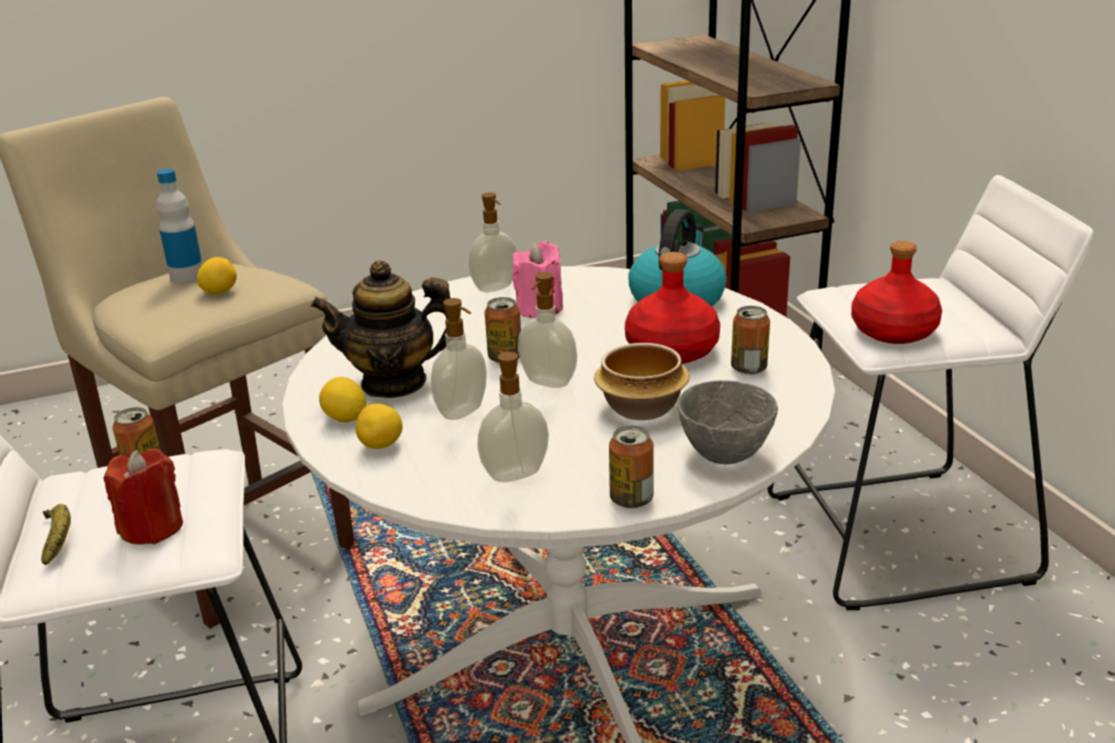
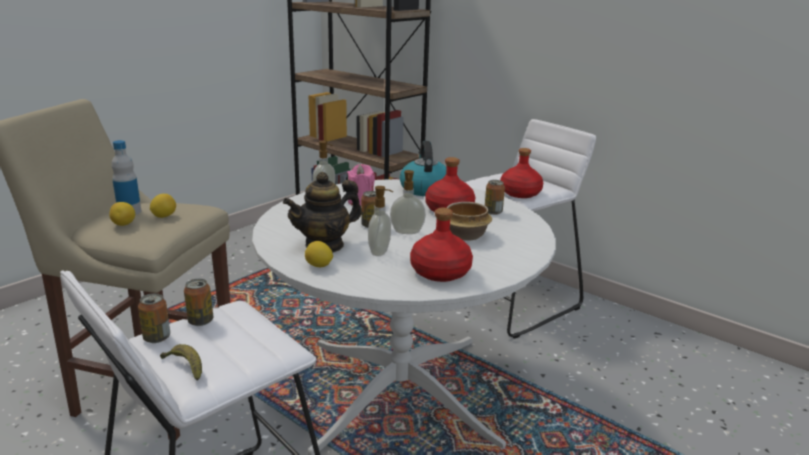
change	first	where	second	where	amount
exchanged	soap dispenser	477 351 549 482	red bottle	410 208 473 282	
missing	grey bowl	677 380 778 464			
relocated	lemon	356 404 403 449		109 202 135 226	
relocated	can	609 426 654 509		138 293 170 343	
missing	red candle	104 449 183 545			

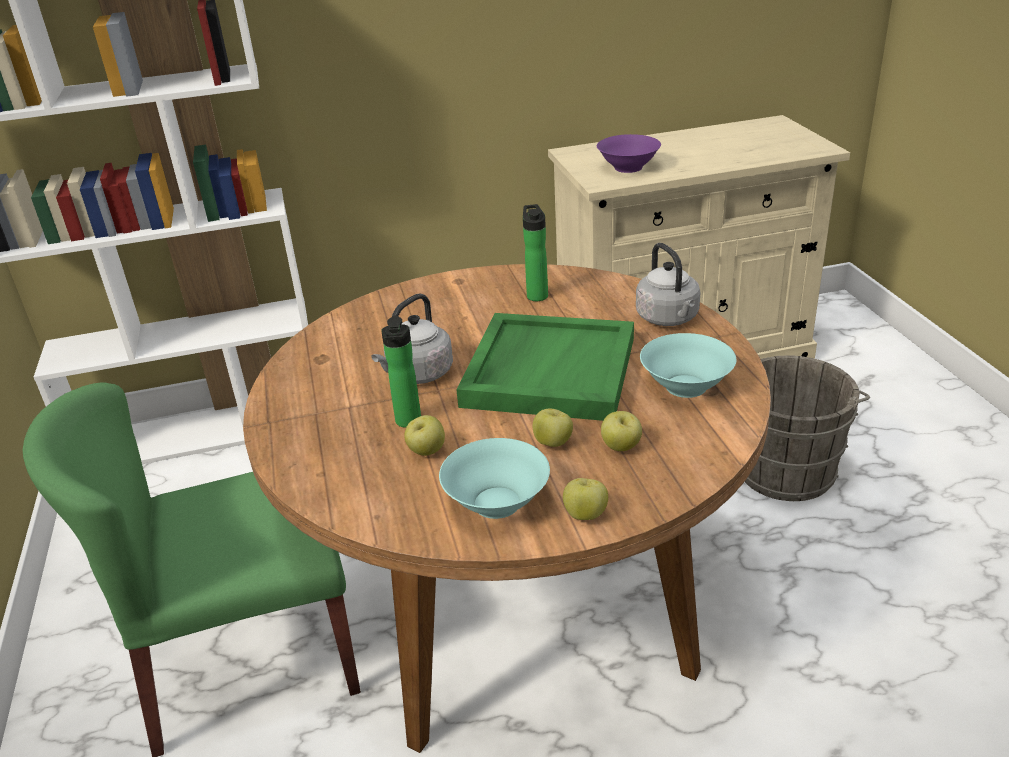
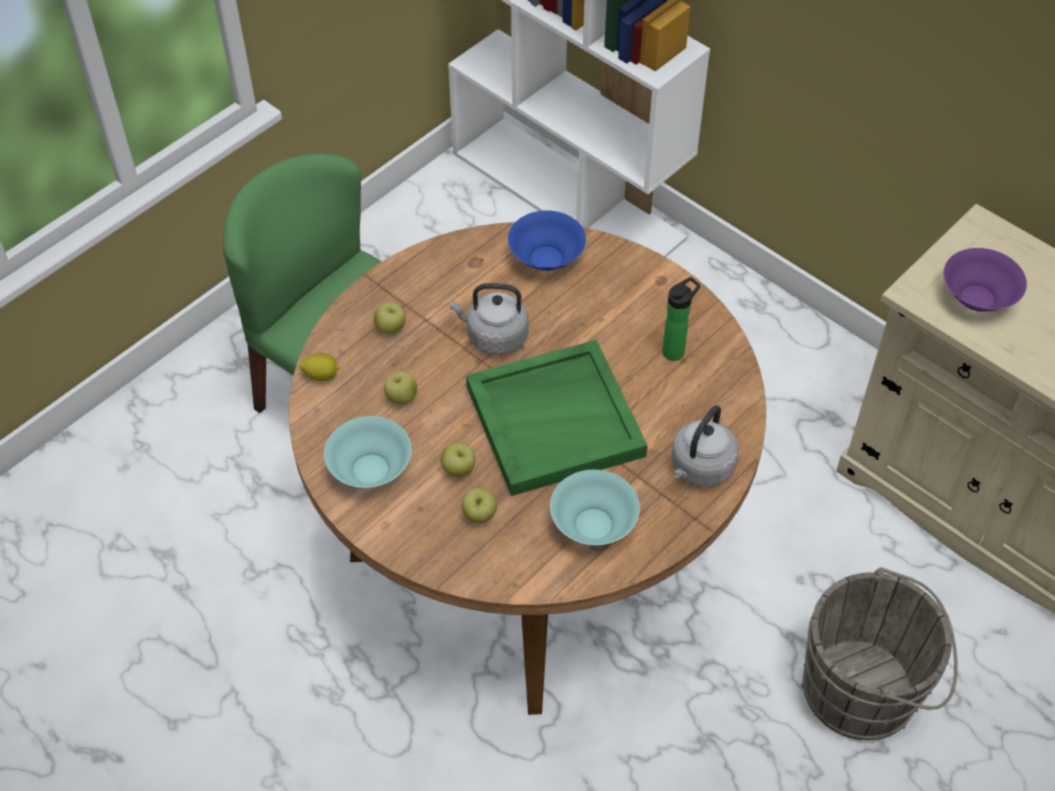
change	first	where	second	where	amount
missing	bottle	381 315 421 428			
relocated	apple	563 478 608 520		374 302 406 334	
appeared			blue bowl	508 211 586 271	
appeared			lemon	299 353 339 381	

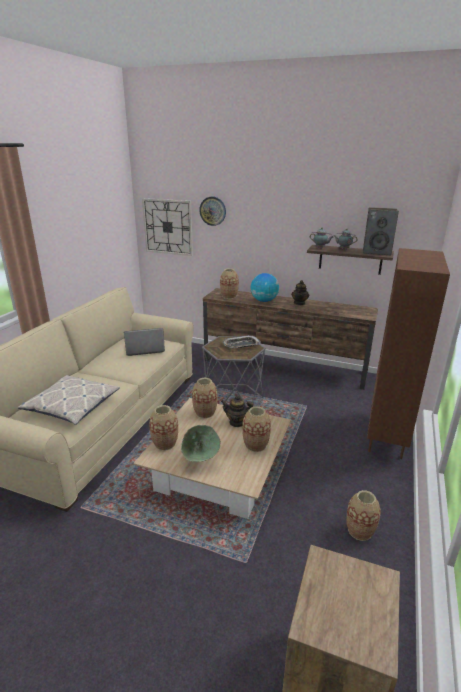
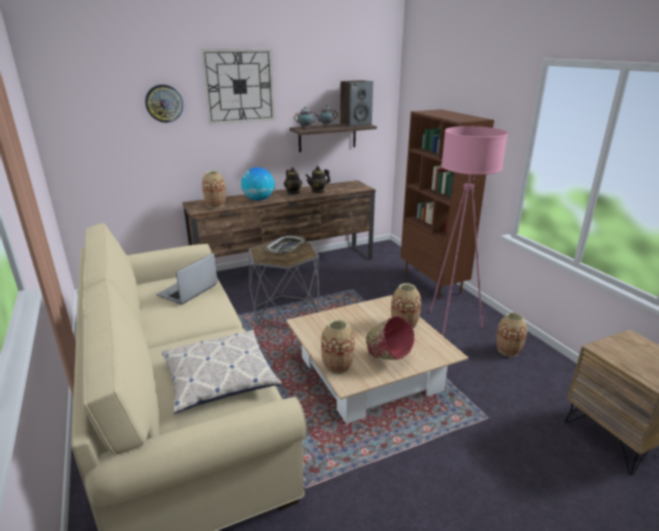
change	first	where	second	where	amount
relocated	wall clock	142 198 193 256		201 49 275 125	
missing	vase	192 378 218 418			
relocated	teapot	221 395 253 427		305 166 330 193	
colour	green bowl	181 425 221 462	red bowl	366 316 414 360	
appeared			pink floor lamp	430 126 508 337	

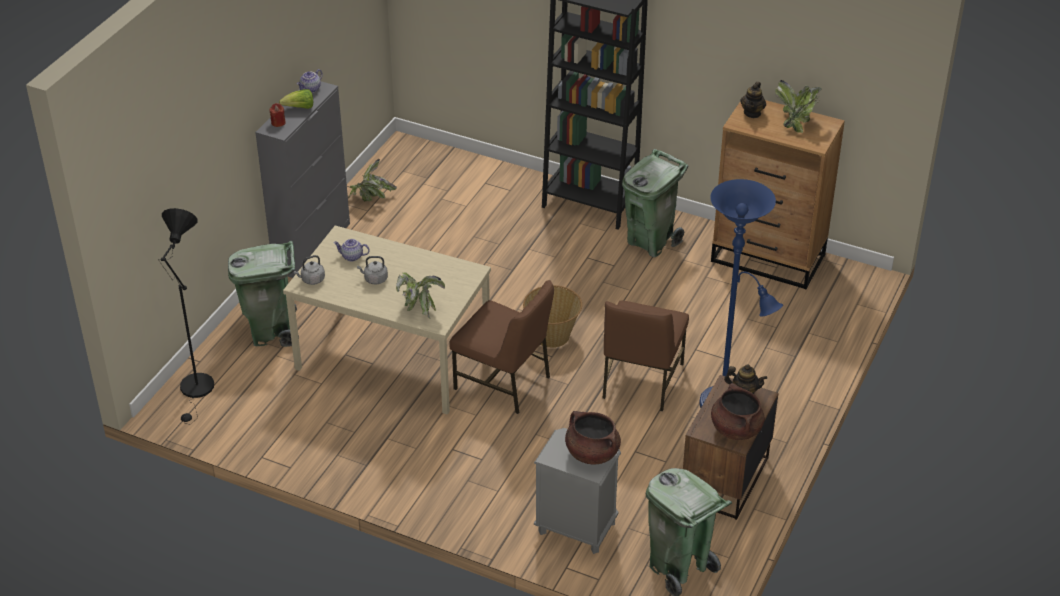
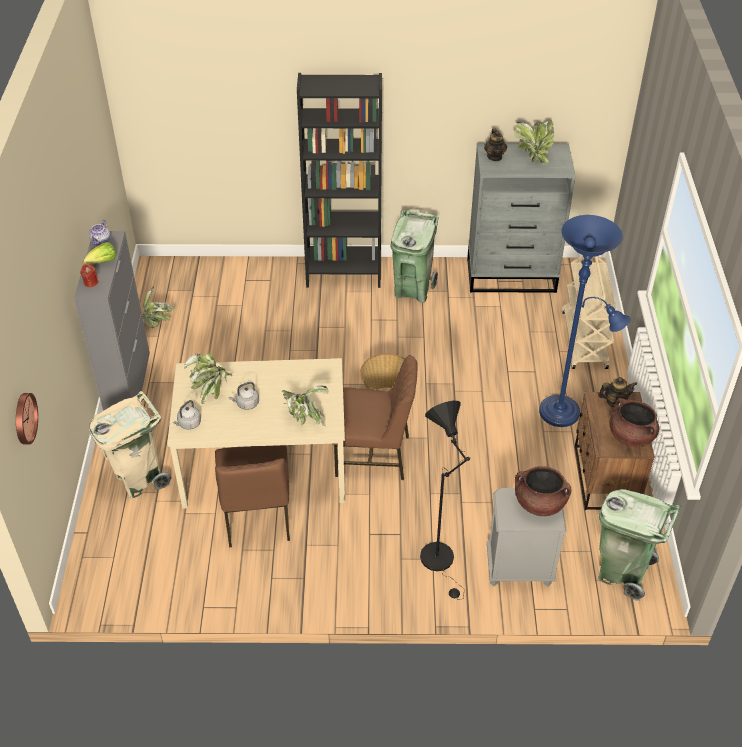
change	first	where	second	where	amount
colour	brown dresser	711 100 845 290	grey dresser	467 143 575 293	
relocated	black floor lamp	158 208 214 424		420 401 471 600	
exchanged	teapot	333 239 370 261	potted plant	184 353 232 404	
colour	green trash can	228 241 299 347	beige trash can	89 391 171 499	
relocated	brown chair	603 300 689 411		215 445 290 547	
appeared			beige cart	562 255 617 369	
appeared			wall clock	16 393 38 444	

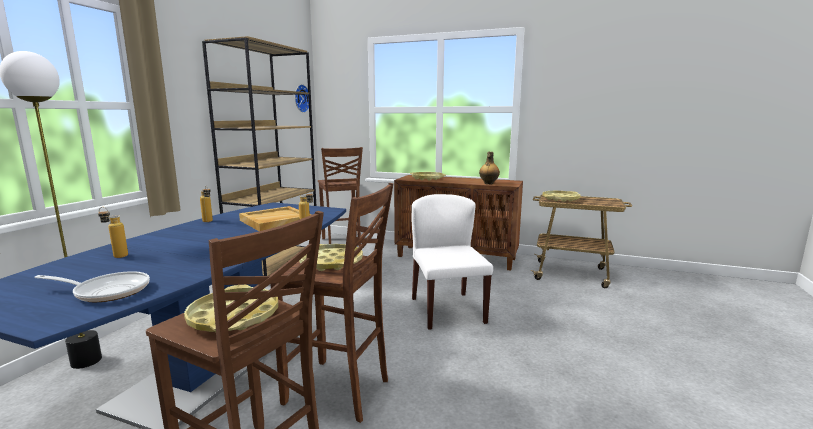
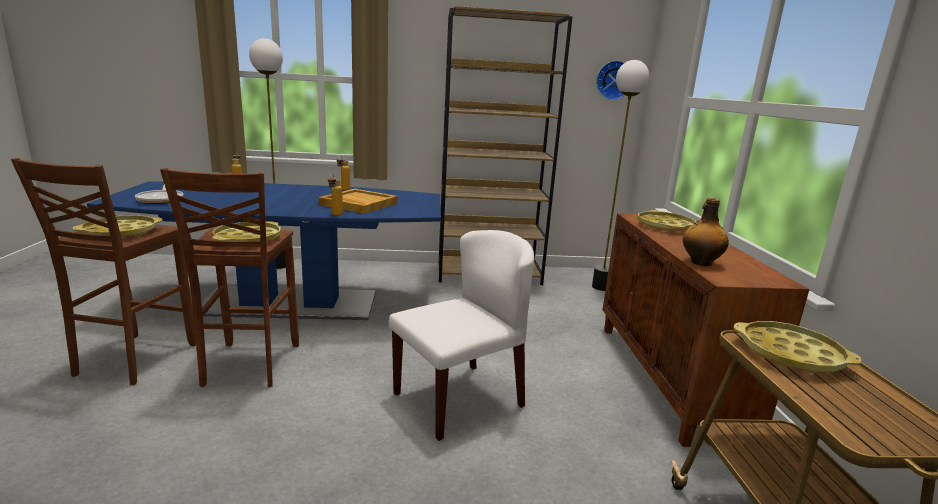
change	first	where	second	where	amount
exchanged	brown stool	318 147 363 246	floor lamp	592 60 649 291	

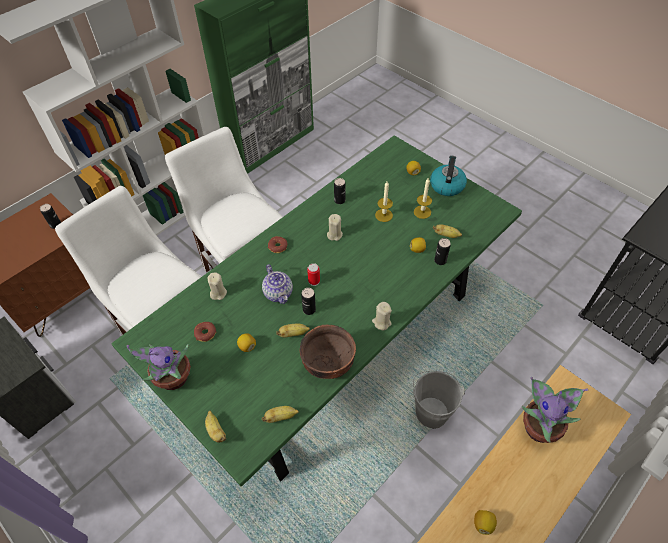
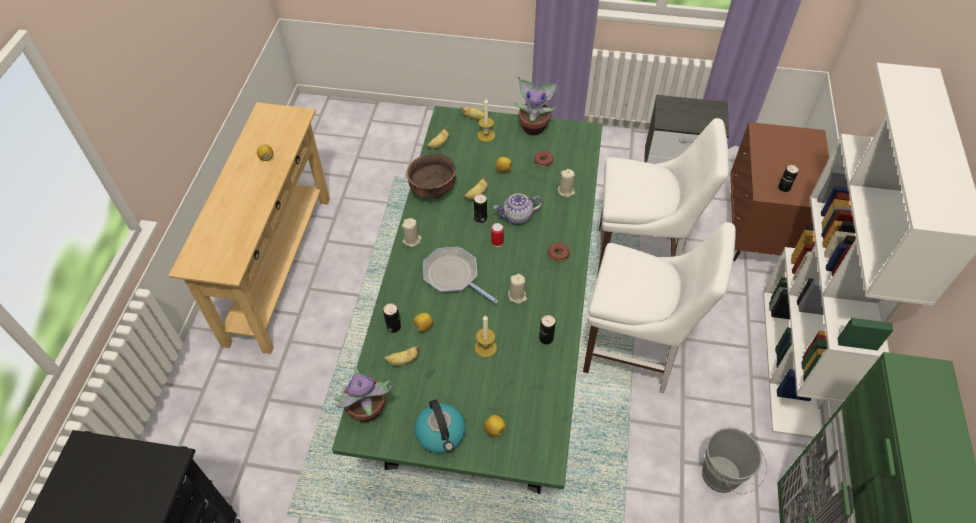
change	first	where	second	where	amount
relocated	candle	414 177 432 219		477 99 495 142	
spun	teapot	262 264 293 304		494 193 543 224	45 degrees counterclockwise
relocated	grey bucket	412 371 465 429		702 428 767 494	
relocated	potted plant	522 377 589 443		334 366 392 422	
appeared			frying pan	423 247 498 304	

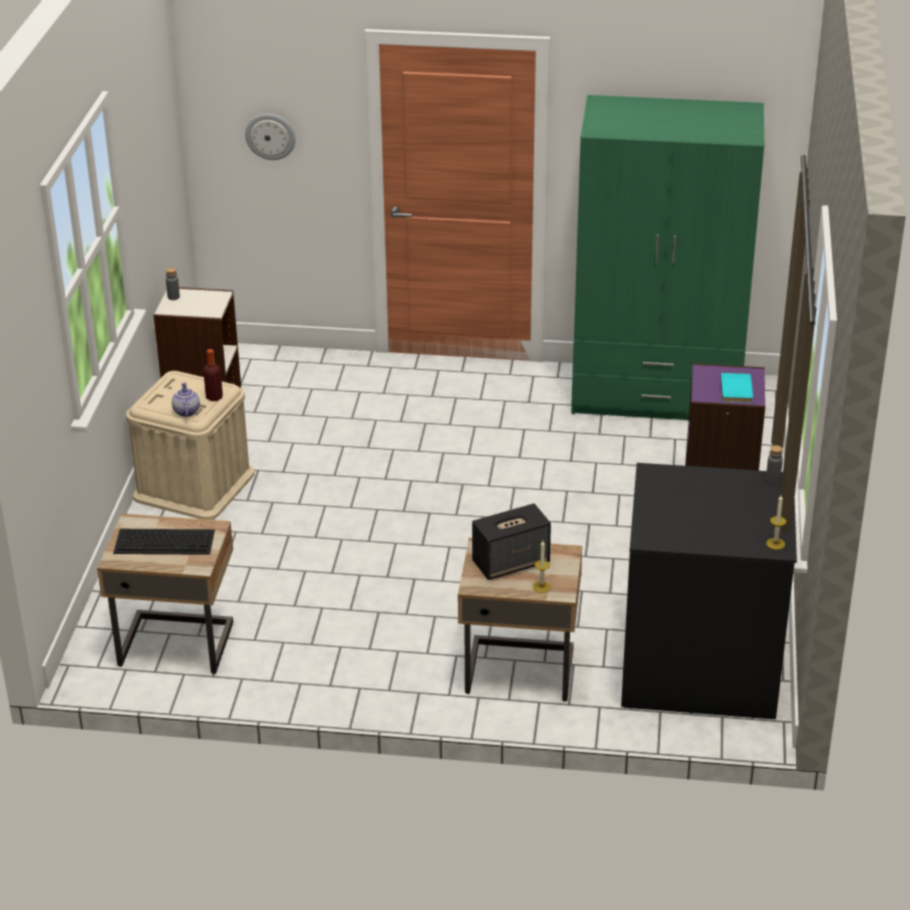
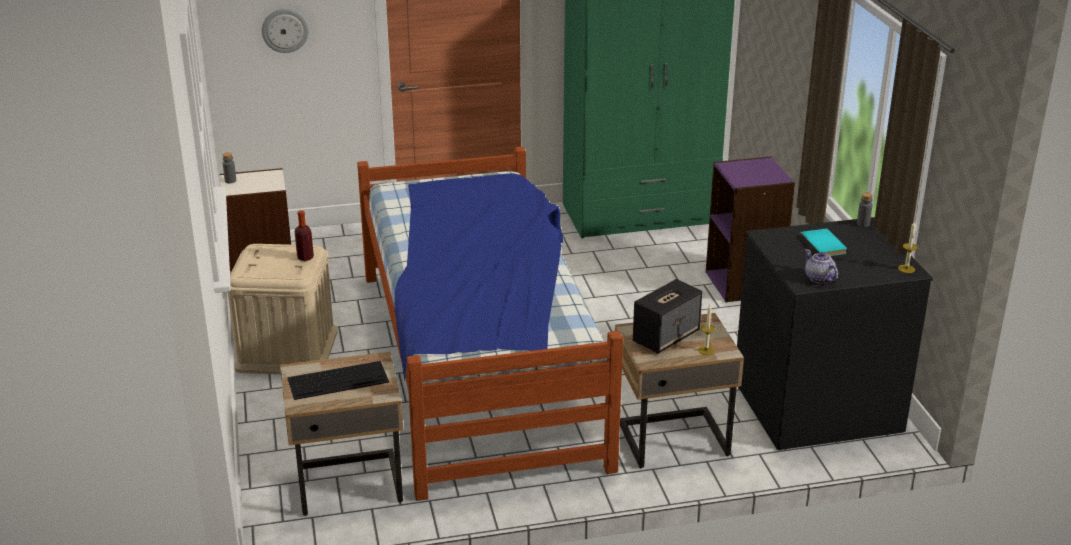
change	first	where	second	where	amount
relocated	turquoise book	720 373 753 403		800 229 847 256	
relocated	teapot	172 382 200 417		805 249 838 284	
appeared			bed	357 147 623 501	

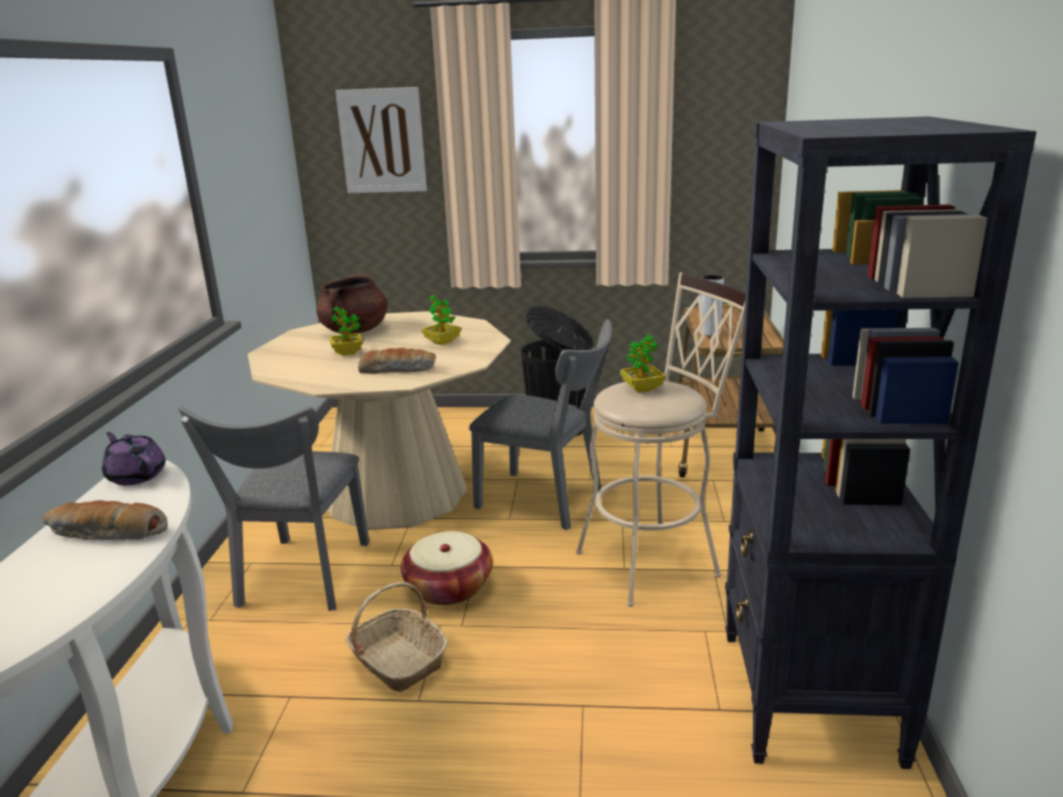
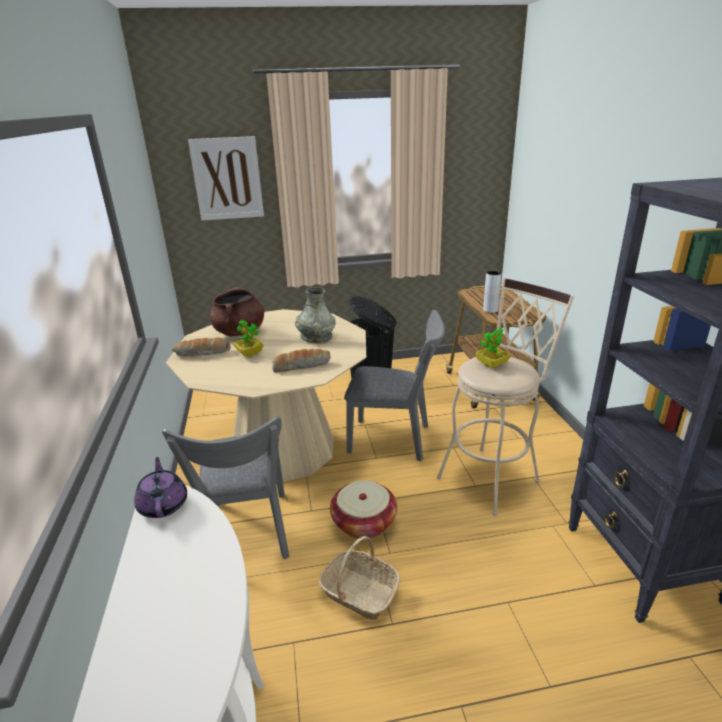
change	first	where	second	where	amount
exchanged	potted plant	422 295 461 345	grey vase	295 287 336 343	
spun	purple teapot	102 432 166 485		134 457 187 518	45 degrees clockwise
relocated	bread	42 500 168 540		172 338 231 357	

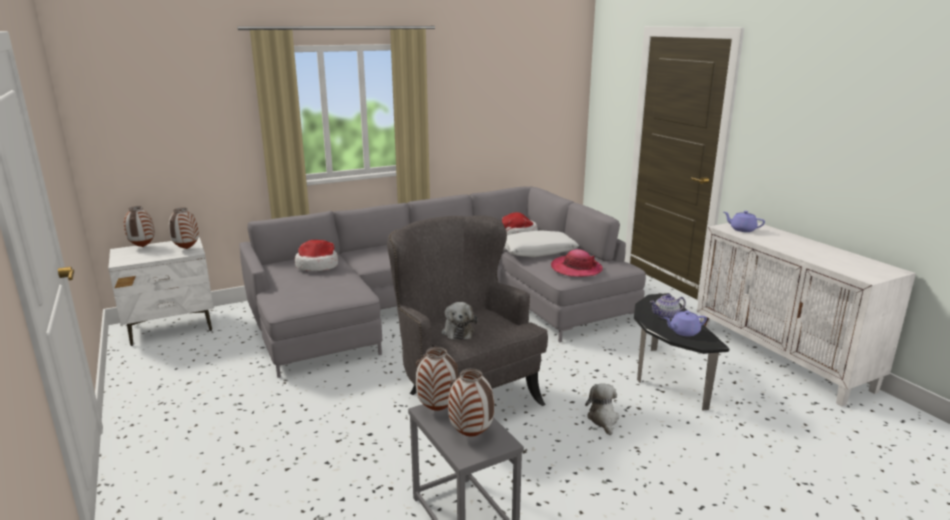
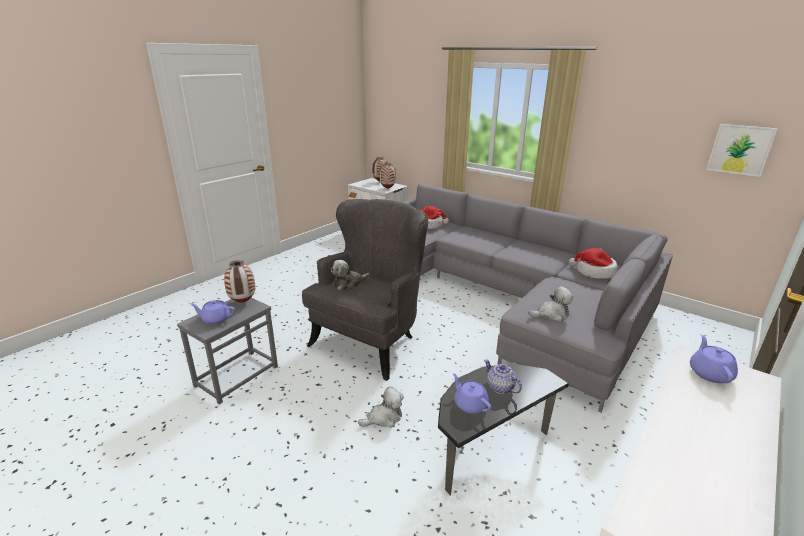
change	first	where	second	where	amount
missing	white pillow	504 230 579 257			
exchanged	hat	551 249 603 277	plush toy	529 286 573 321	
exchanged	vase	448 368 494 437	purple teapot	190 300 235 324	
appeared			picture	706 124 778 177	

